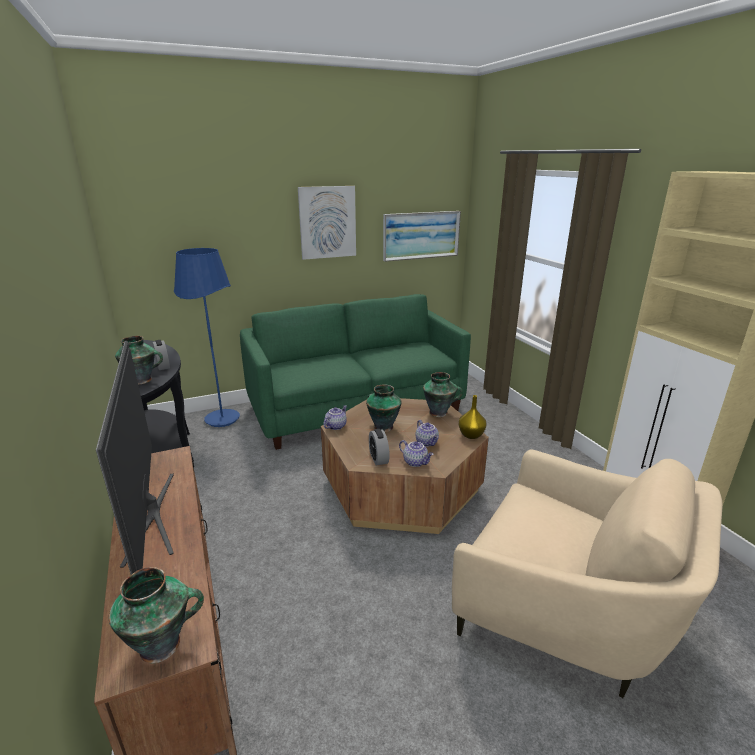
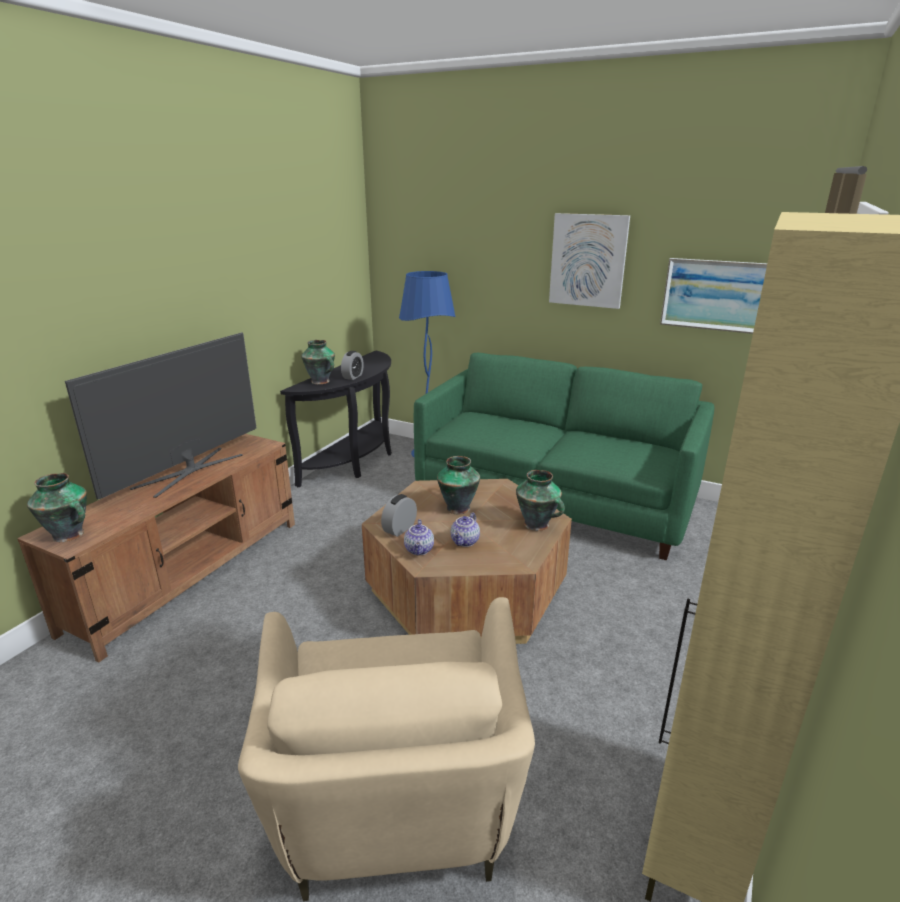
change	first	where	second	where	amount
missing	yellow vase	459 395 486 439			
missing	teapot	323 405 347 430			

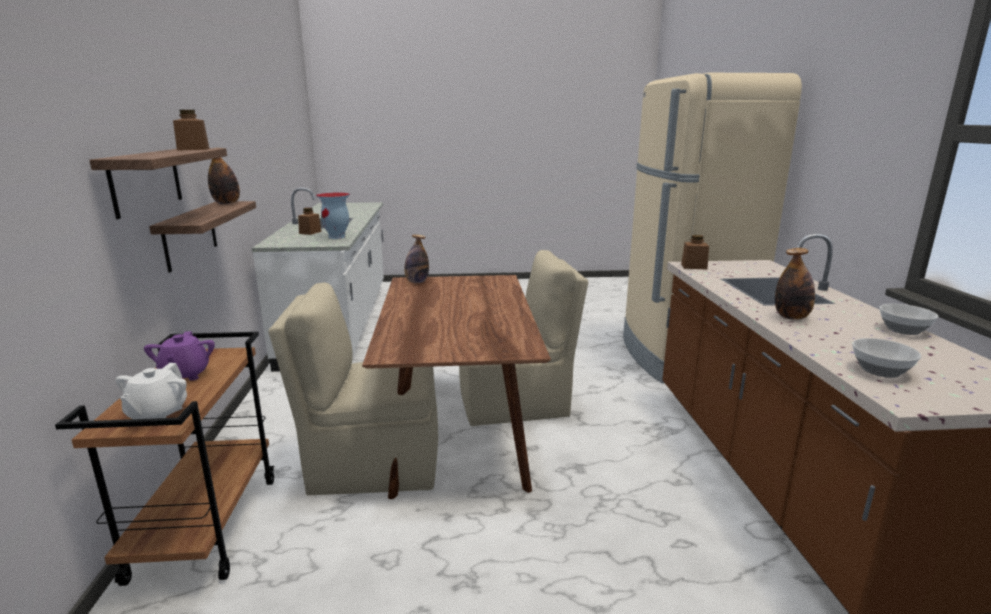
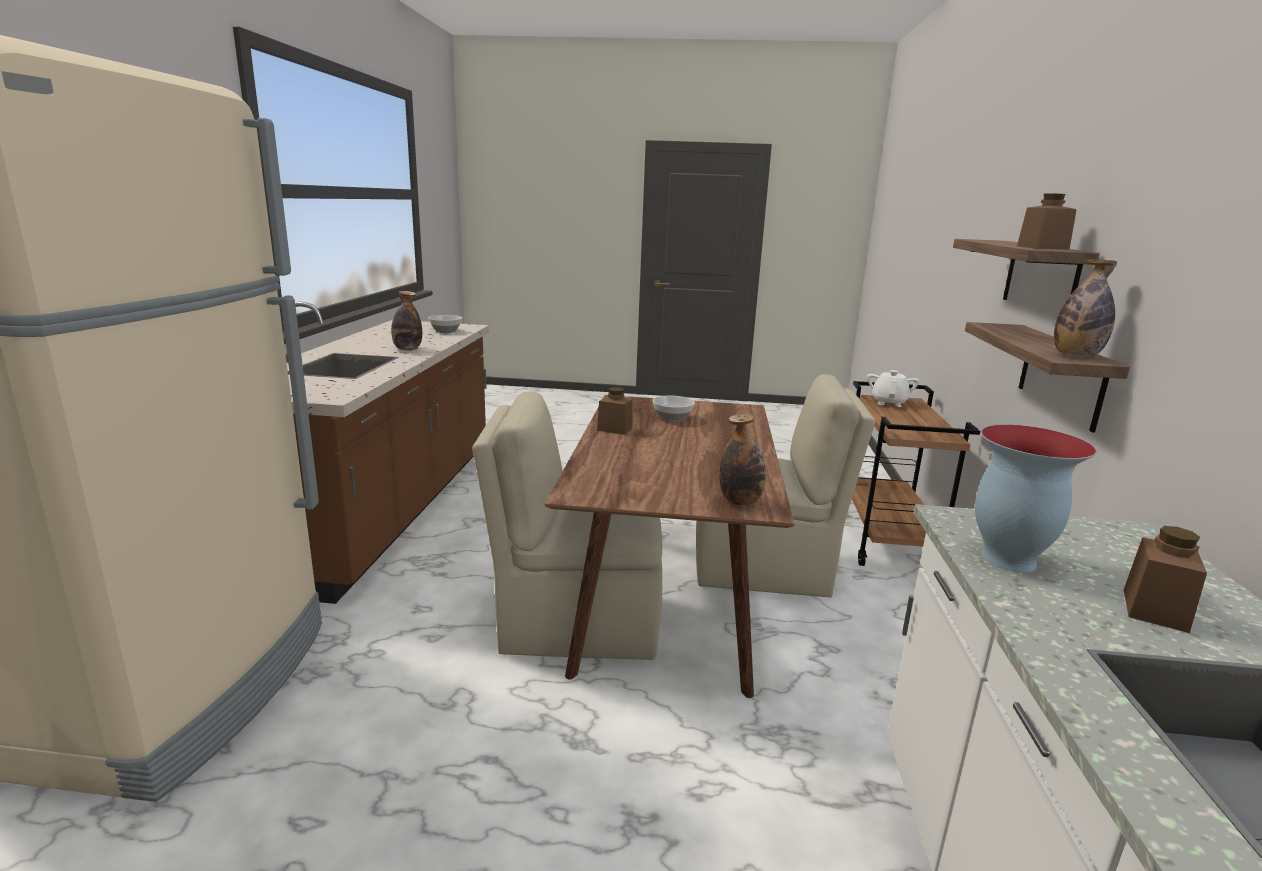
change	first	where	second	where	amount
relocated	brown jar	681 235 709 269		597 387 633 435	
relocated	bowl	879 304 938 335		652 396 695 422	
missing	purple teapot	144 331 215 380			

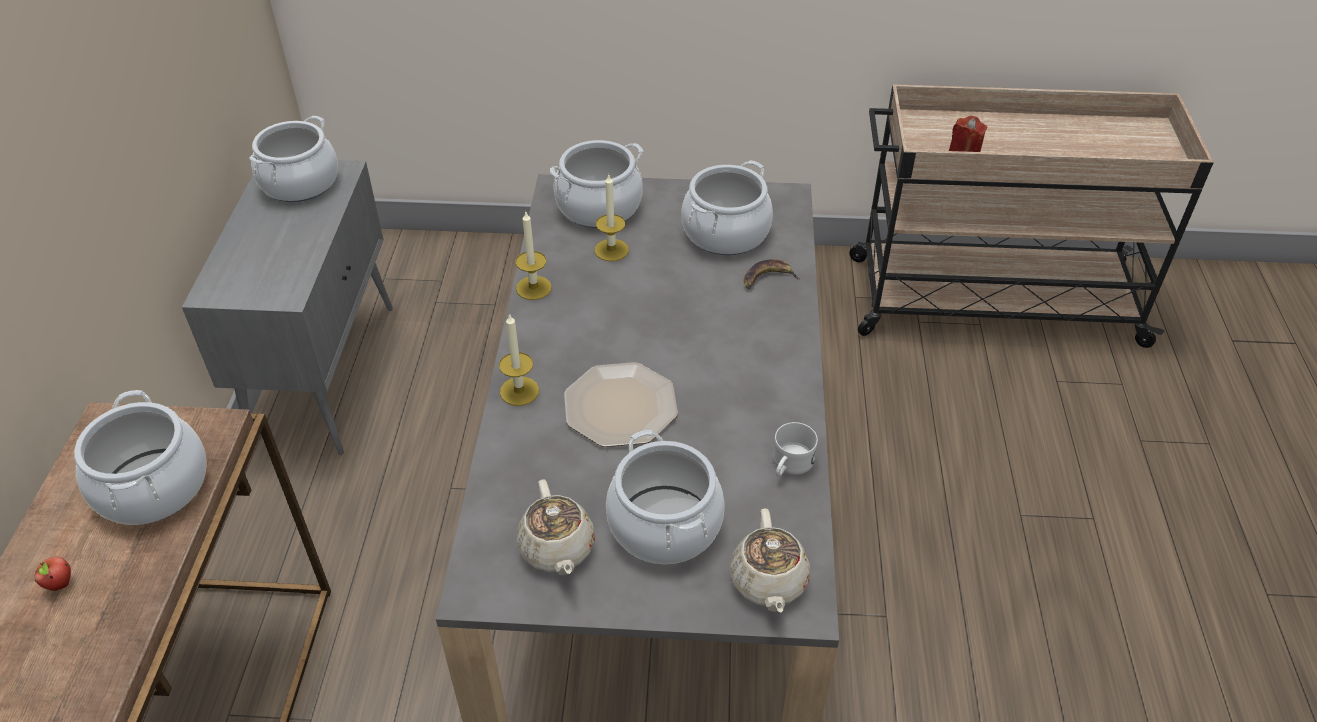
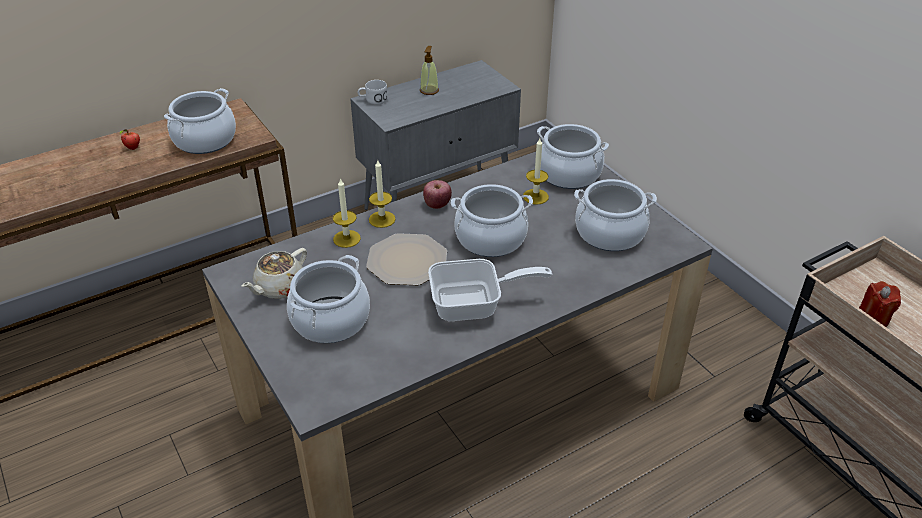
change	first	where	second	where	amount
relocated	cooking pot	249 116 338 202		451 184 533 257	
relocated	candle	515 212 552 300		333 178 361 248	
missing	banana	744 259 801 289			
relocated	white mug	773 422 818 477		358 80 388 105	
missing	beige teapot	729 508 810 613			
appeared			soap dispenser	420 46 439 95	
appeared			apple	423 180 452 209	
appeared			frying pan	428 259 552 321	

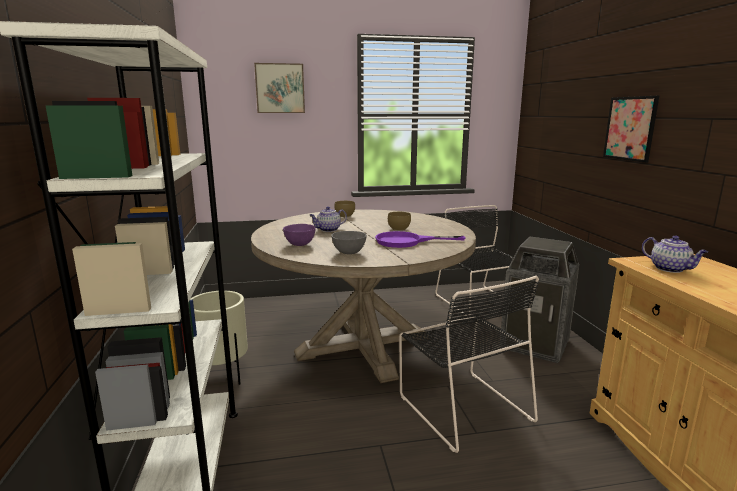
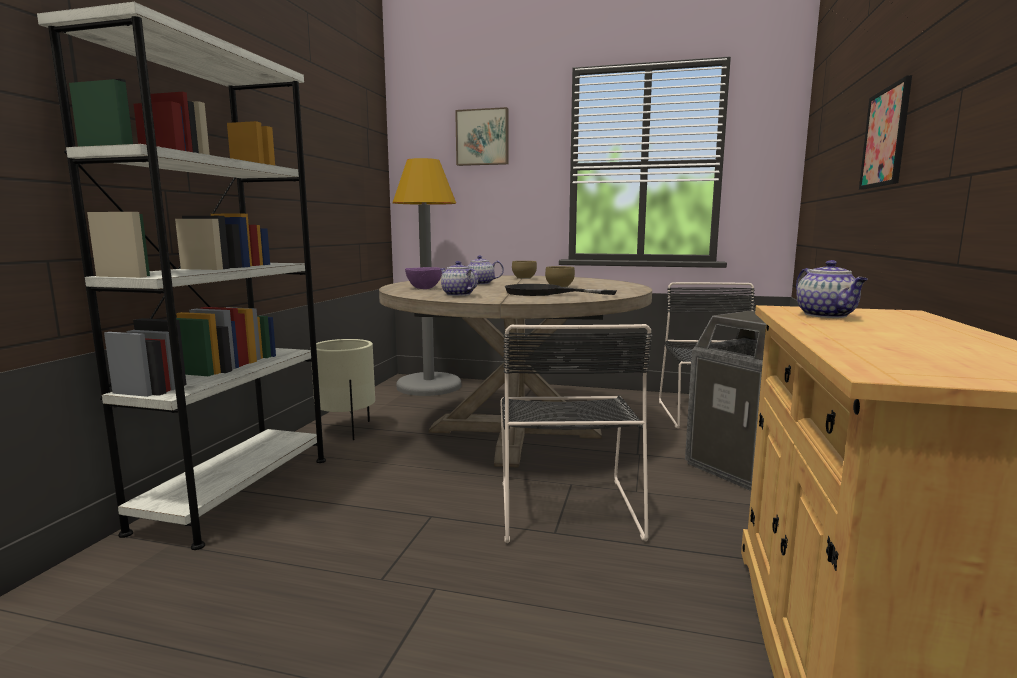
change	first	where	second	where	amount
exchanged	grey bowl	331 231 367 254	teapot	440 261 478 296	
colour	purple frying pan	375 231 466 248	black frying pan	505 284 617 296	
appeared			grey floor lamp	392 158 461 396	

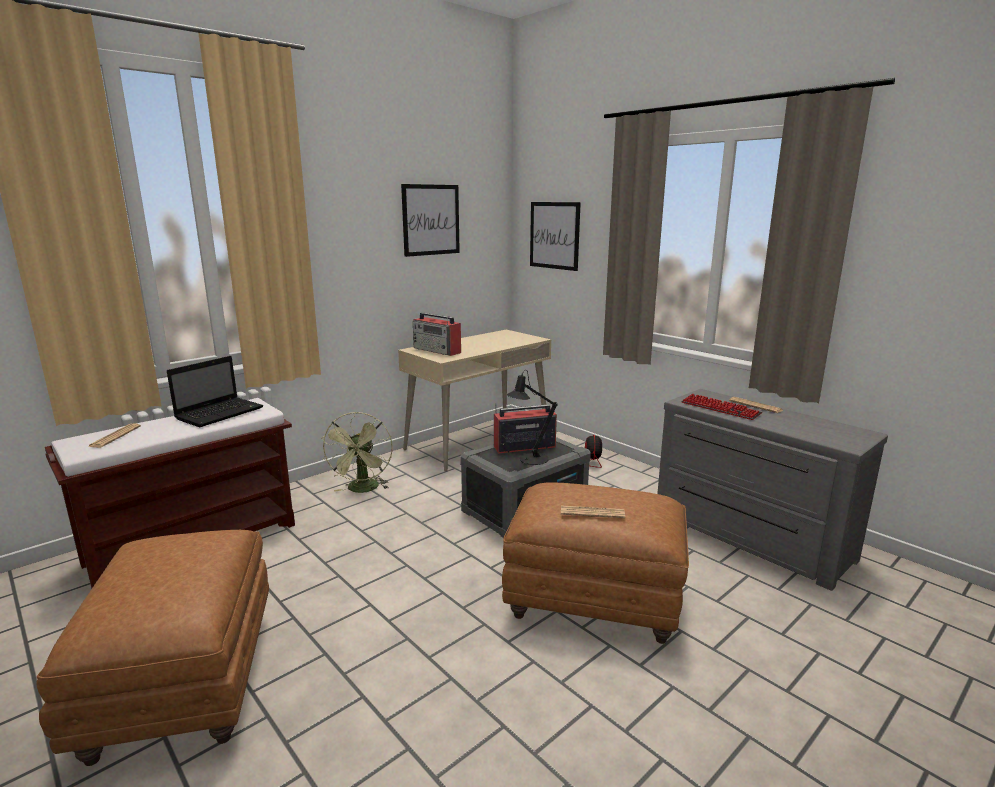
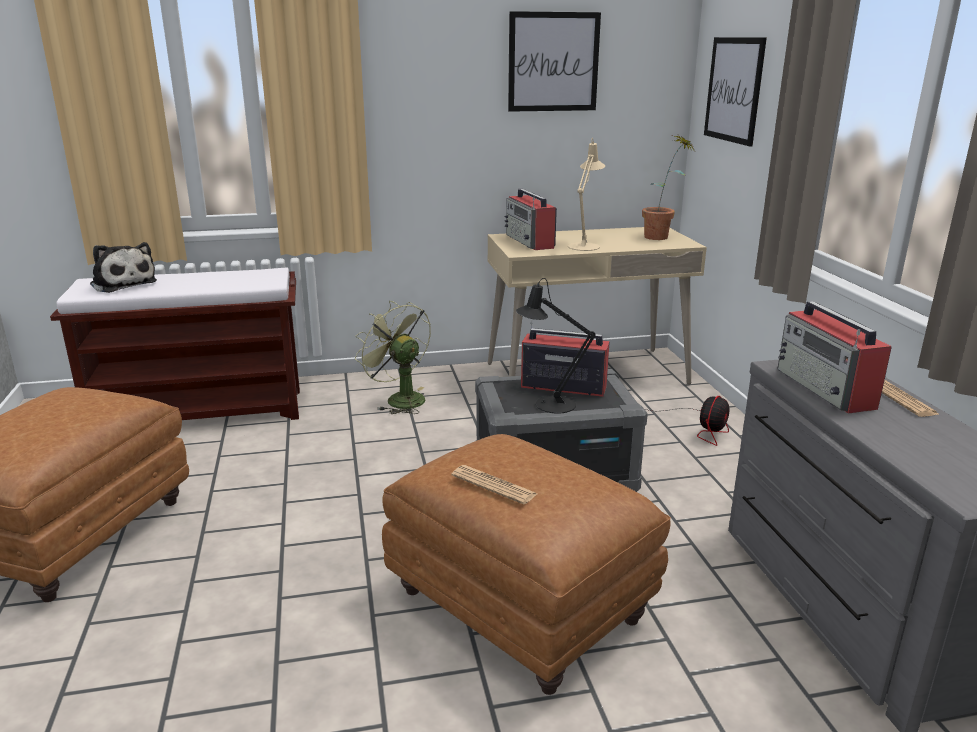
change	first	where	second	where	amount
missing	laptop	167 356 264 427			
exchanged	keyboard	681 394 762 420	radio	777 301 892 414	
spun	green fan	322 412 393 493		355 301 431 414	105 degrees clockwise
exchanged	newspaper	88 423 141 448	plush toy	90 242 157 293	
appeared			potted plant	642 135 696 240	
appeared			beige table lamp	568 138 605 251	

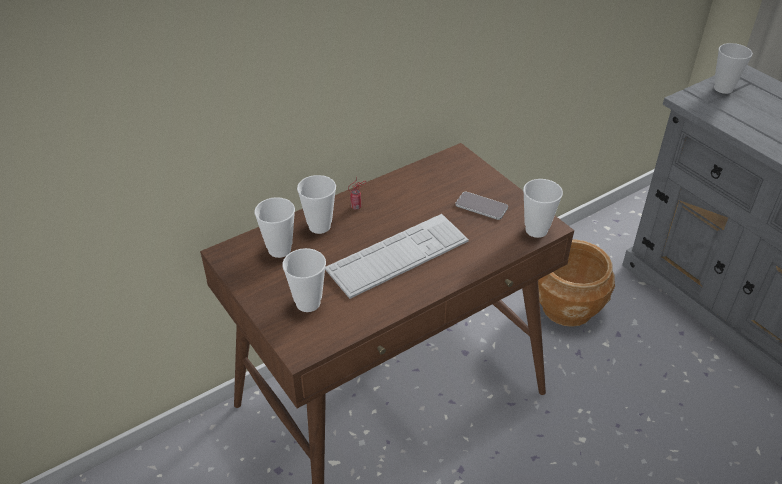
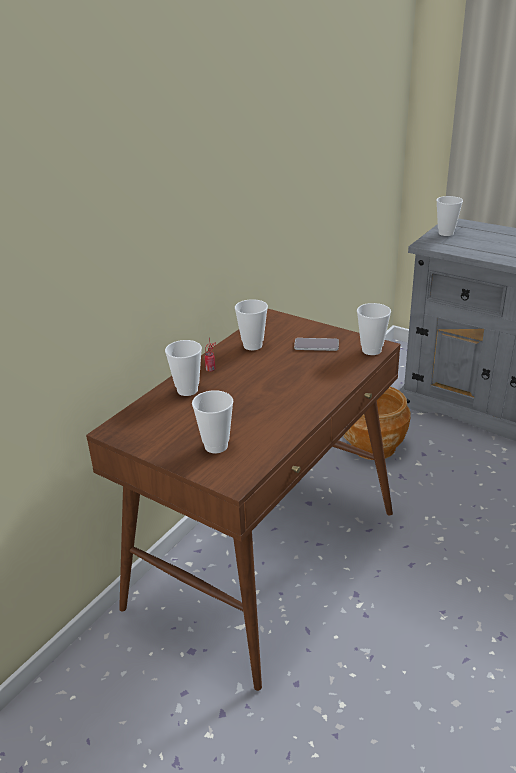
change	first	where	second	where	amount
relocated	cup	254 197 295 258		235 299 268 350	
missing	keyboard	325 214 469 299			

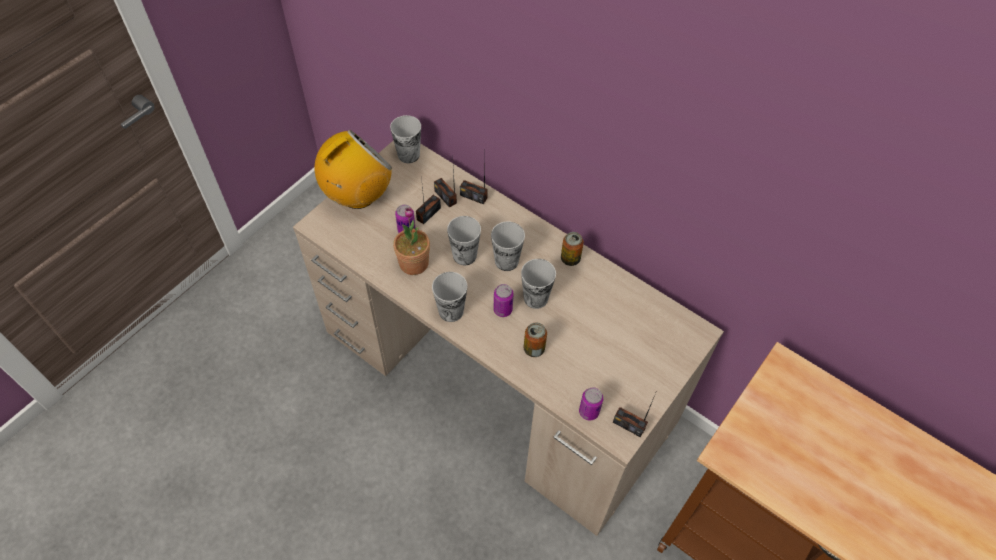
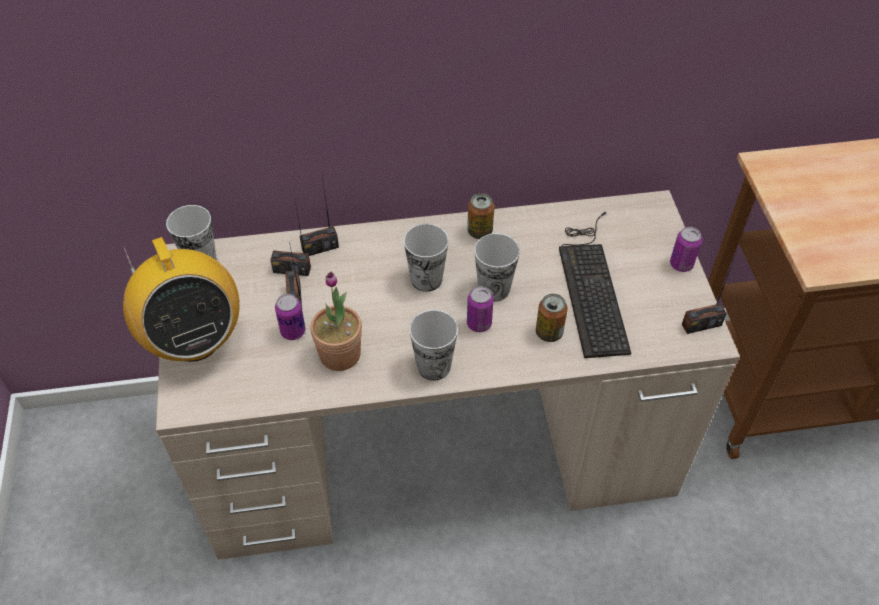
change	first	where	second	where	amount
spun	radio	314 130 392 209		122 237 240 362	150 degrees clockwise
missing	cup	447 216 481 265			
relocated	can	579 387 603 421		670 227 702 272	
appeared			keyboard	559 212 631 358	

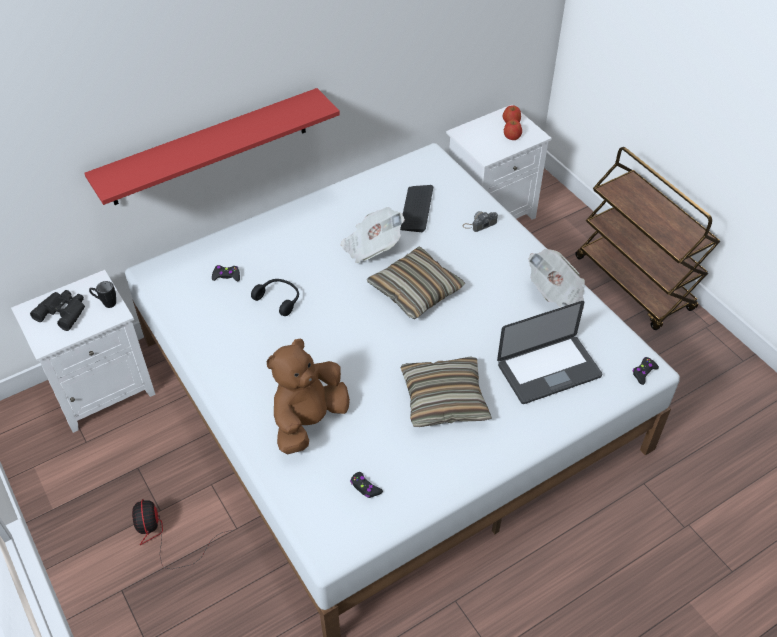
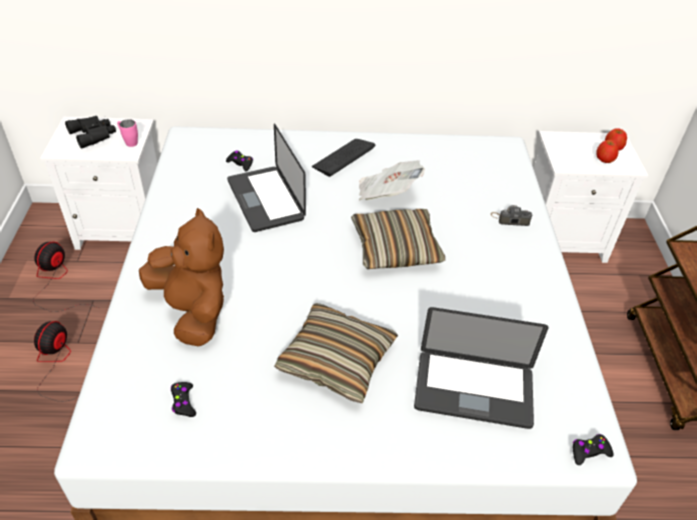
change	first	where	second	where	amount
missing	red shelf	84 88 340 205			
relocated	keyboard	400 185 433 232		312 139 376 177	
missing	newspaper	528 249 585 309			
exchanged	black headphones	251 279 299 316	laptop	227 124 306 232	
colour	black mug	89 281 116 308	pink mug	117 119 138 147	
spun	brown plush toy	267 339 350 455		139 208 224 346	75 degrees clockwise
appeared			fan	33 241 98 312	

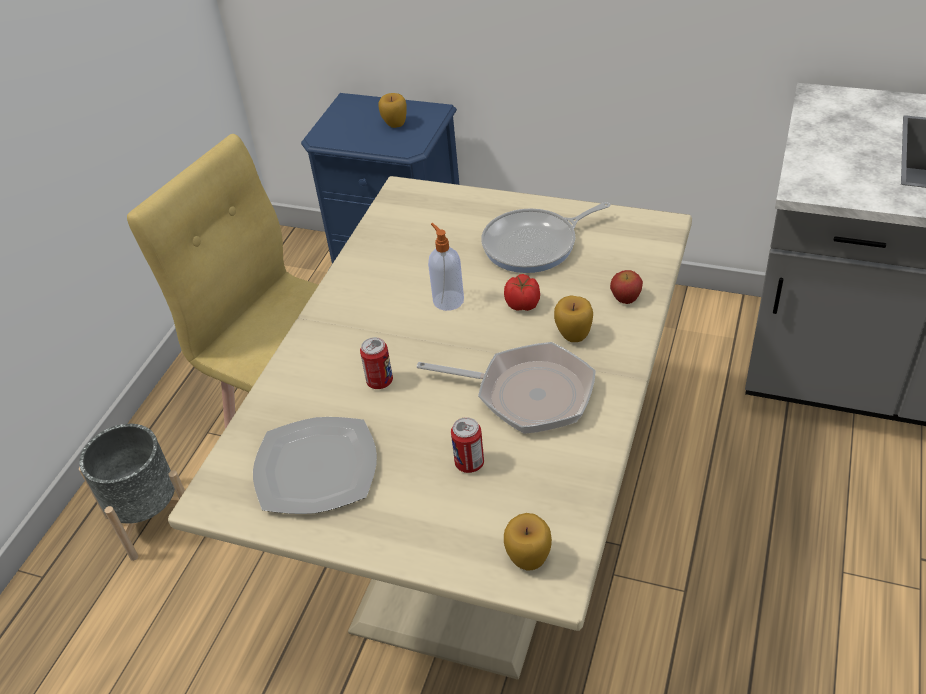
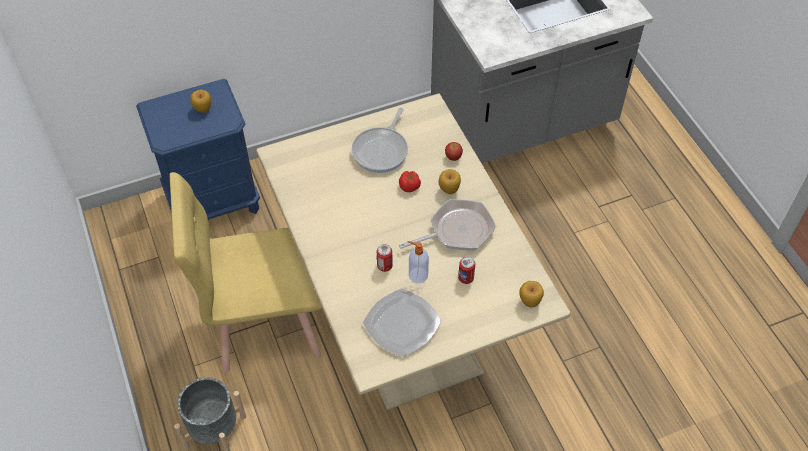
change	first	where	second	where	amount
relocated	soap dispenser	428 223 464 311		408 241 429 283	

